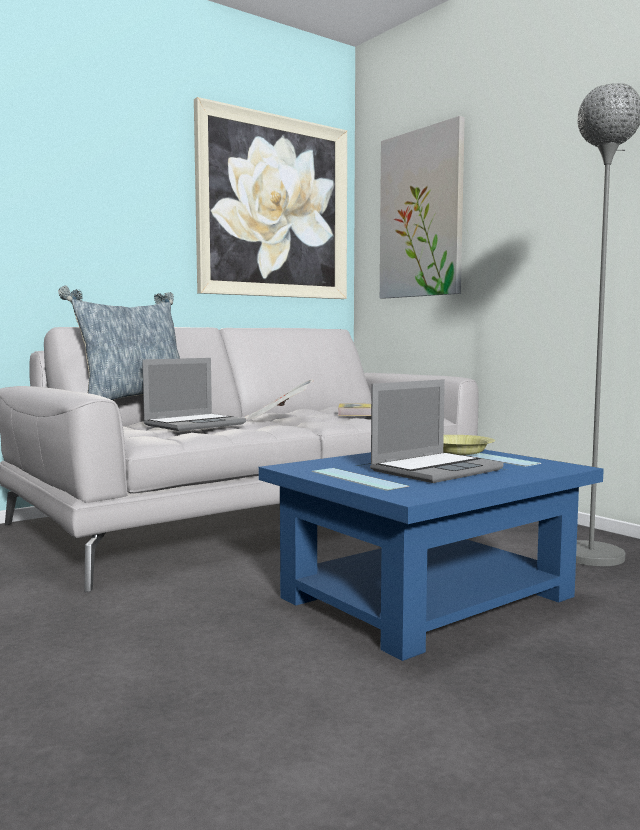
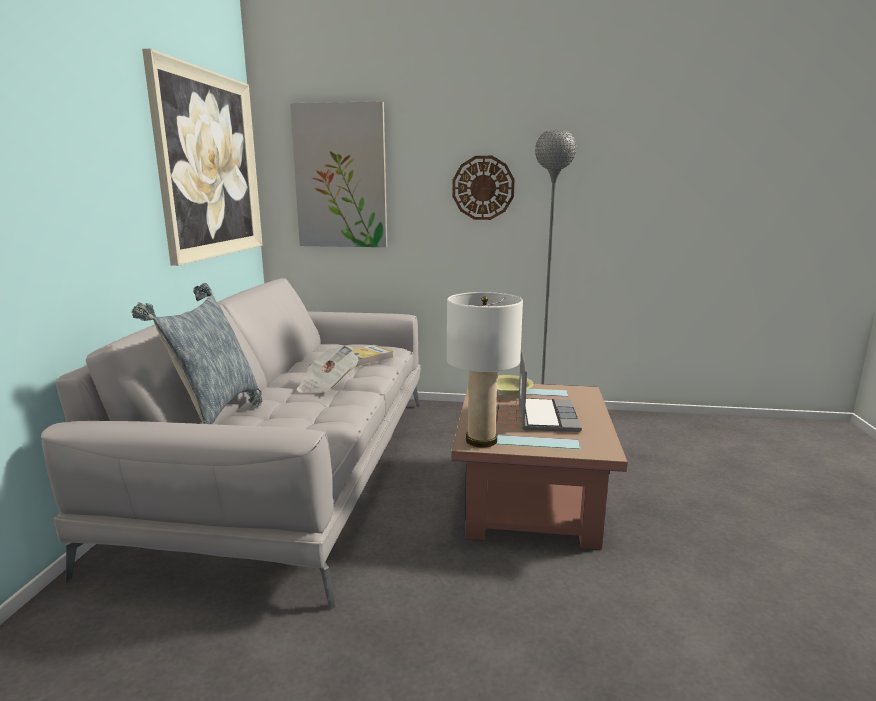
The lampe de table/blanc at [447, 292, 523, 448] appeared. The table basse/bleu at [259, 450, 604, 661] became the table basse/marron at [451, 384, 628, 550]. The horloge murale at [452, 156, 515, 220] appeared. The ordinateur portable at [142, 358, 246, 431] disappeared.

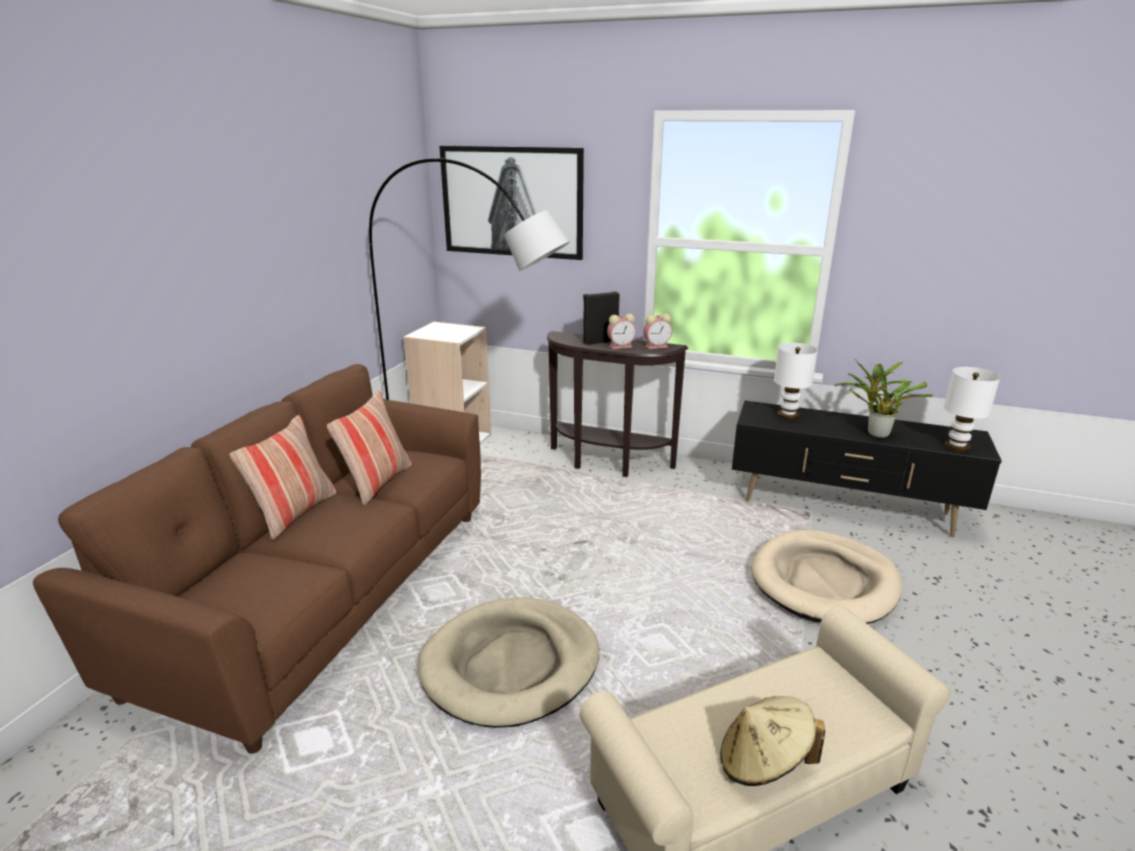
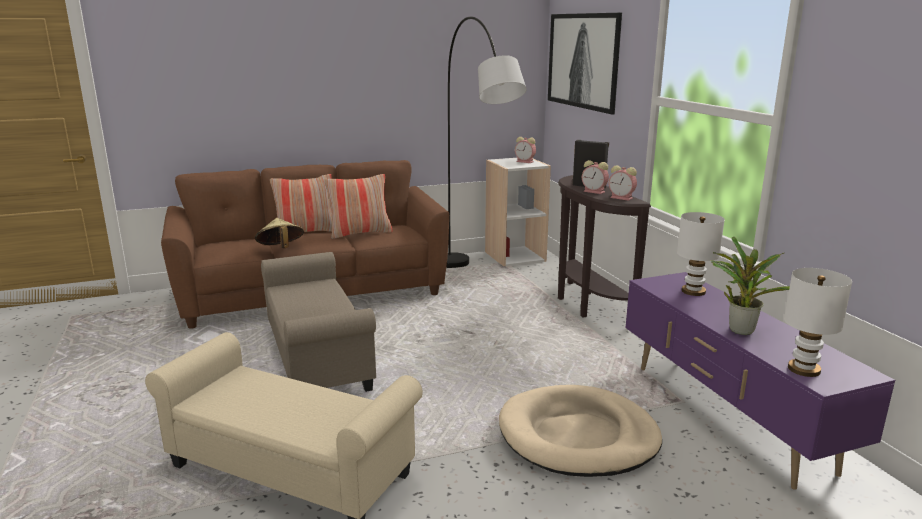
The chapeau/beige moved from [720, 696, 825, 786] to [255, 218, 304, 248]. The panier pour chien/beige at [418, 598, 600, 728] was replaced by the pouf/beige at [261, 252, 376, 392]. The réveil at [515, 137, 536, 163] appeared. The meuble télé/noir at [732, 401, 1002, 537] became the meuble télé/violet at [626, 272, 895, 490].

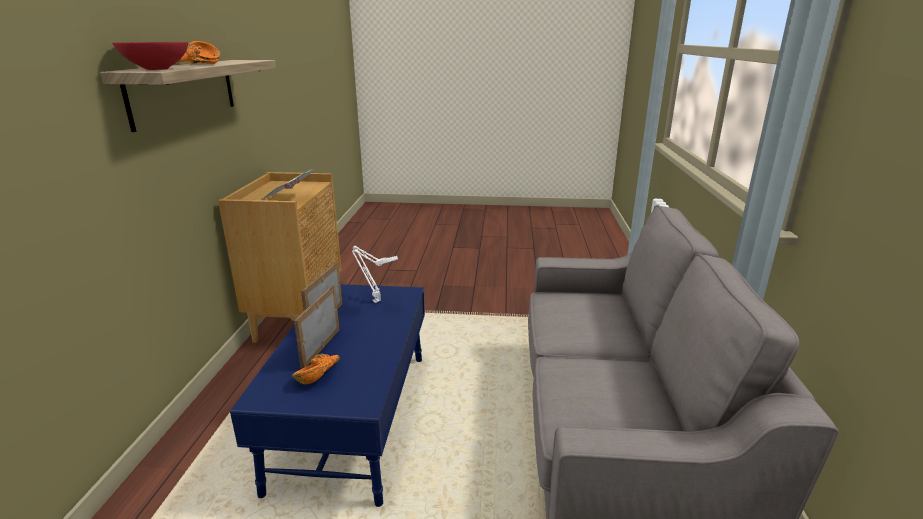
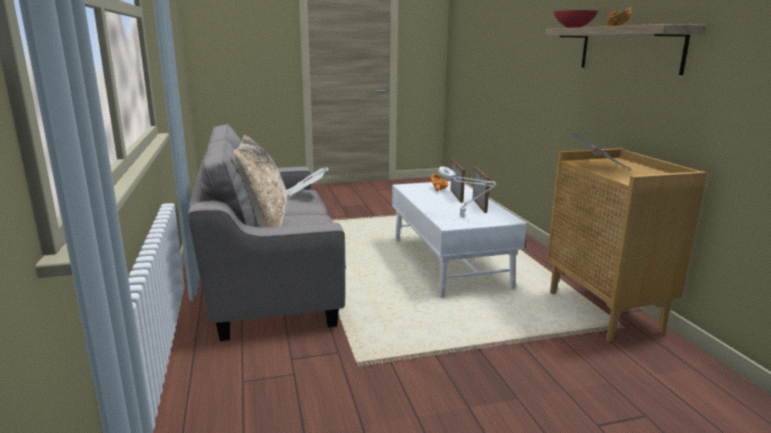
The coussin/beige at [233, 135, 287, 227] appeared. The journal at [286, 167, 329, 196] appeared. The table basse/bleu at [230, 284, 425, 507] became the table basse/blanc at [392, 181, 527, 298].

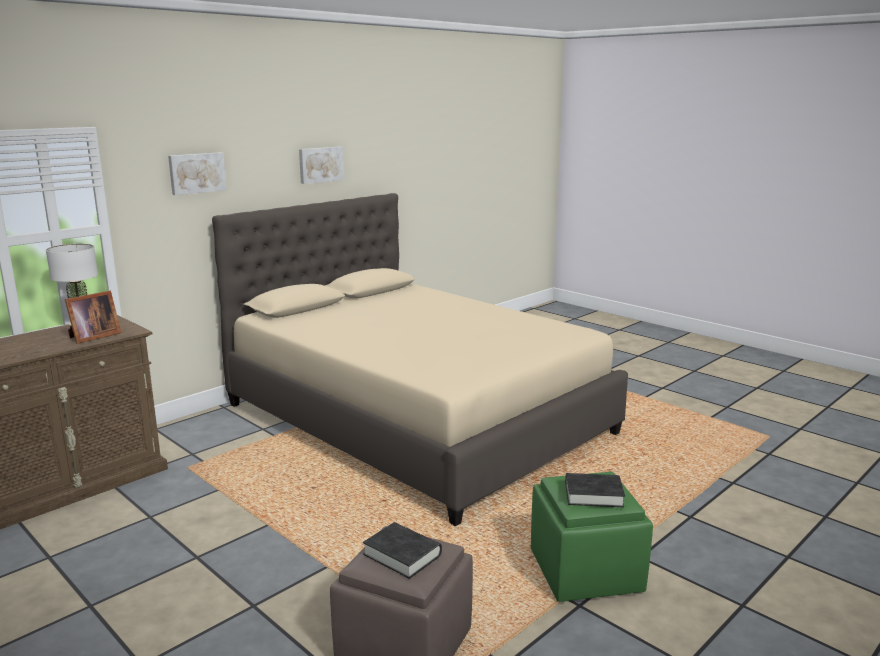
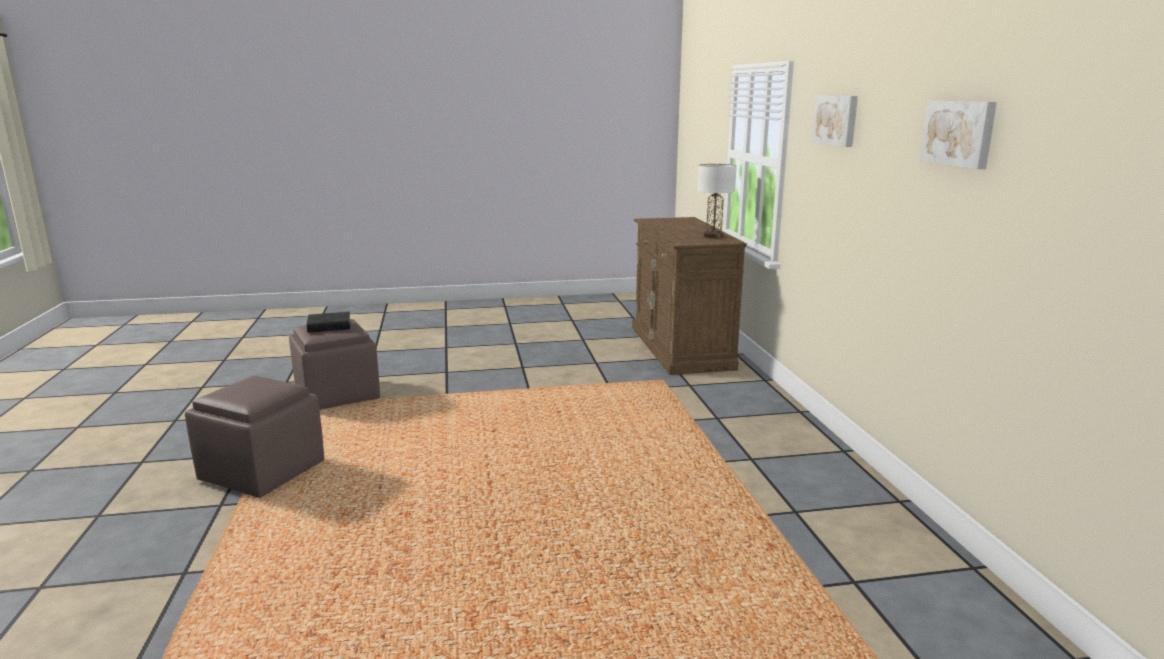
The pouf/vert at [531, 472, 653, 602] became the pouf/marron at [185, 376, 324, 498]. The cadre photo at [65, 290, 121, 344] disappeared. The lit/beige at [212, 193, 628, 526] disappeared. The livre/noir at [565, 473, 625, 507] disappeared.

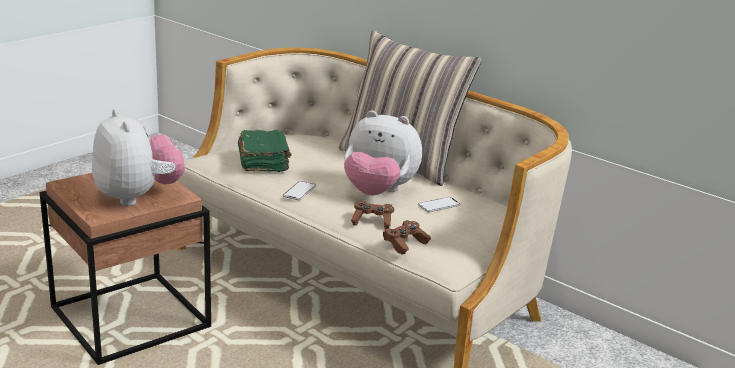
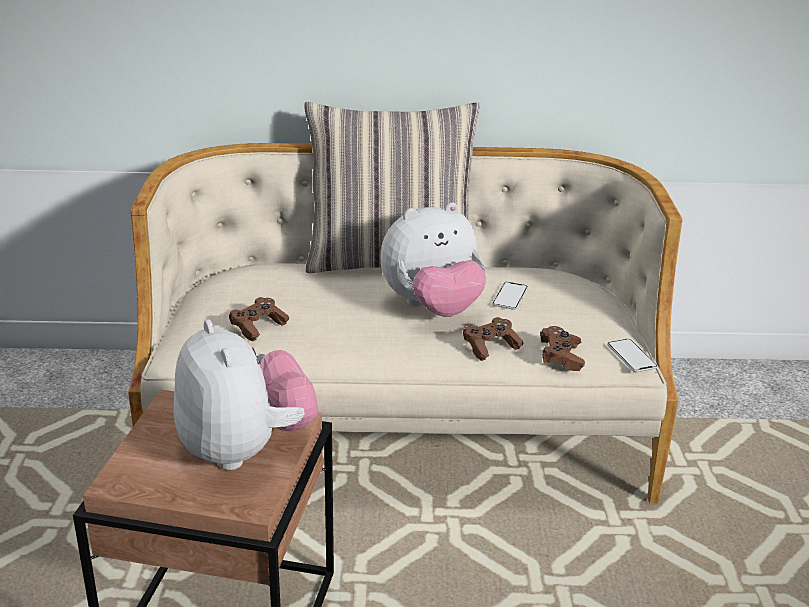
The peluche at [92, 109, 185, 206] turned 45 degrees clockwise. The livre/vert at [238, 130, 291, 172] was replaced by the manette/marron at [229, 297, 289, 341]. The téléphone moved from [283, 181, 316, 200] to [607, 339, 658, 372].

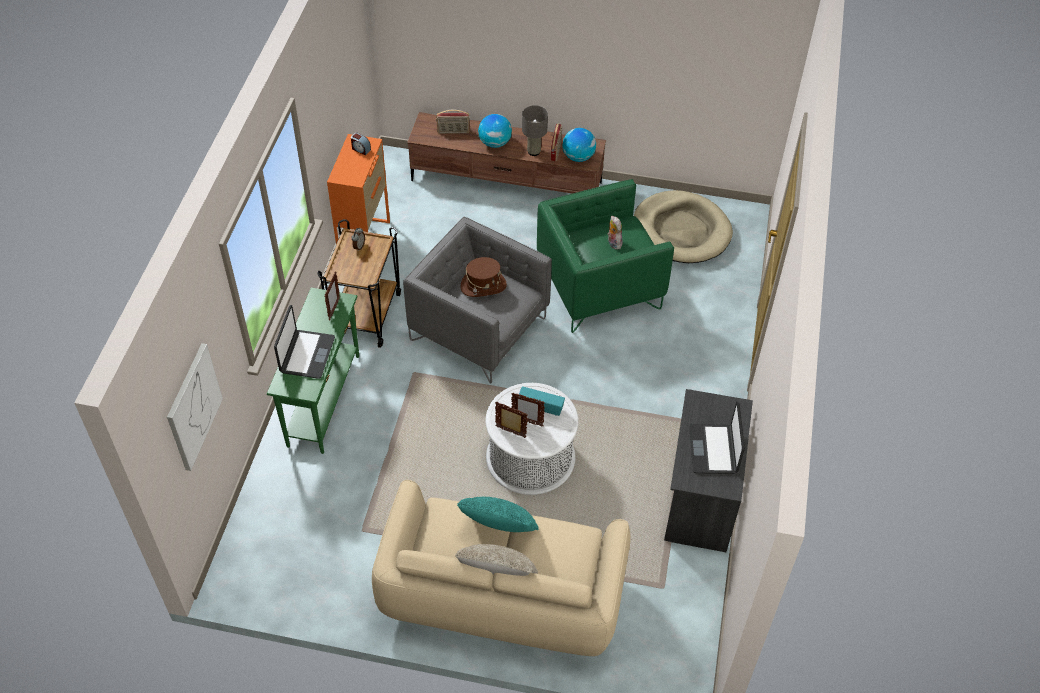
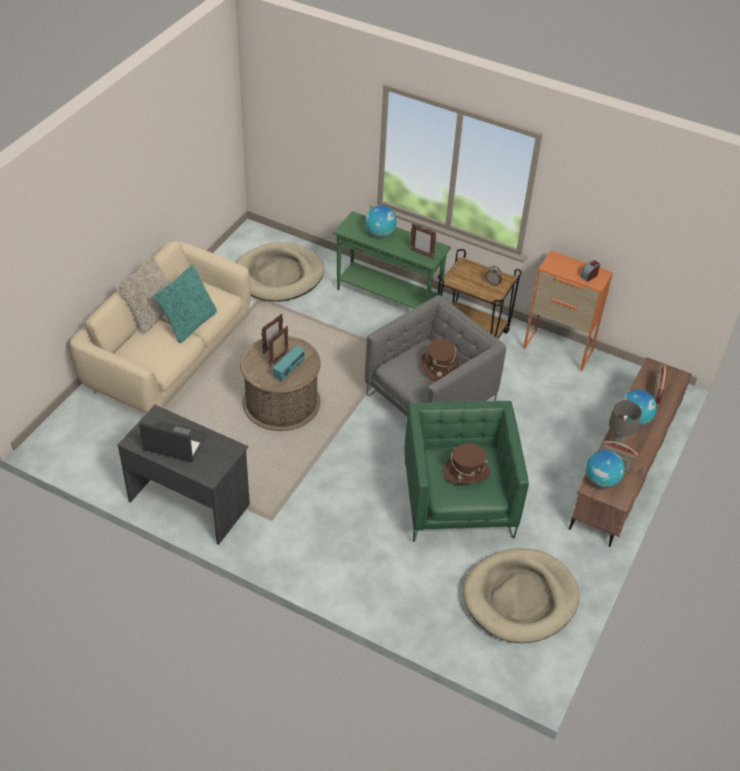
The panier pour chien/beige at [236, 242, 324, 302] appeared. The table basse/blanc at [485, 383, 579, 495] became the table basse/marron at [240, 336, 321, 431]. The ordinateur portable at [274, 305, 335, 379] was replaced by the globe at [365, 205, 397, 237]. The peluche at [607, 216, 623, 249] was replaced by the chapeau/marron at [443, 444, 490, 484]. The tableau at [167, 343, 223, 471] disappeared.

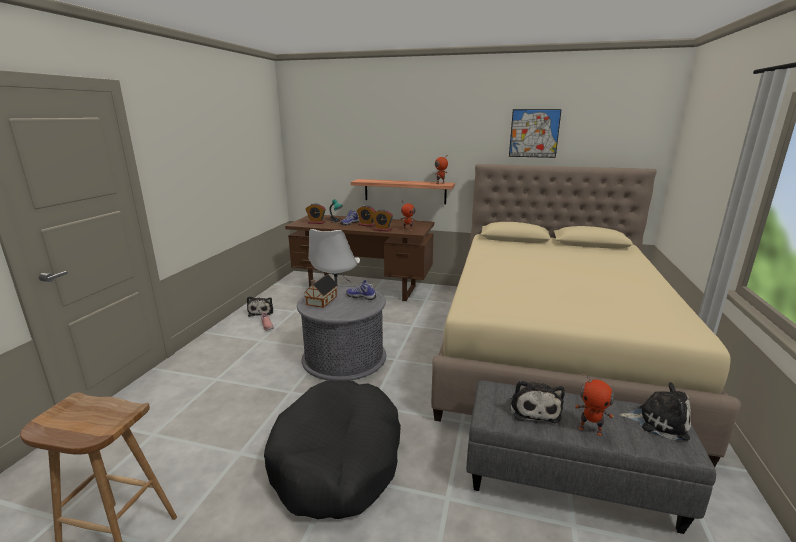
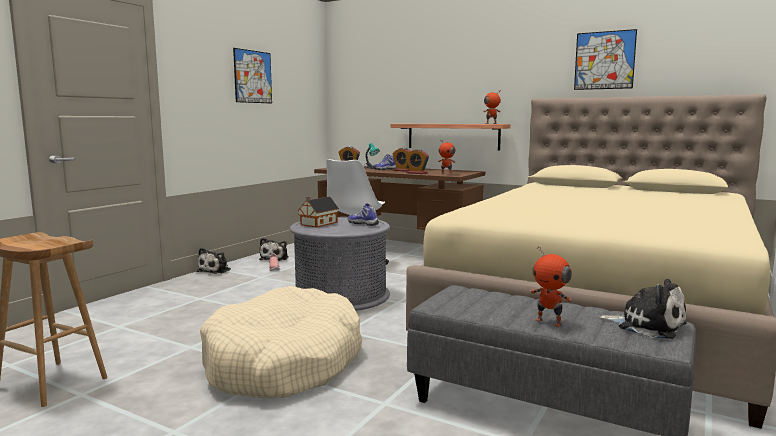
The peluche moved from [511, 380, 565, 424] to [197, 248, 231, 274]. The panier pour chien/noir at [264, 381, 401, 519] became the panier pour chien/beige at [200, 286, 362, 398]. The tableau at [233, 48, 272, 103] appeared.

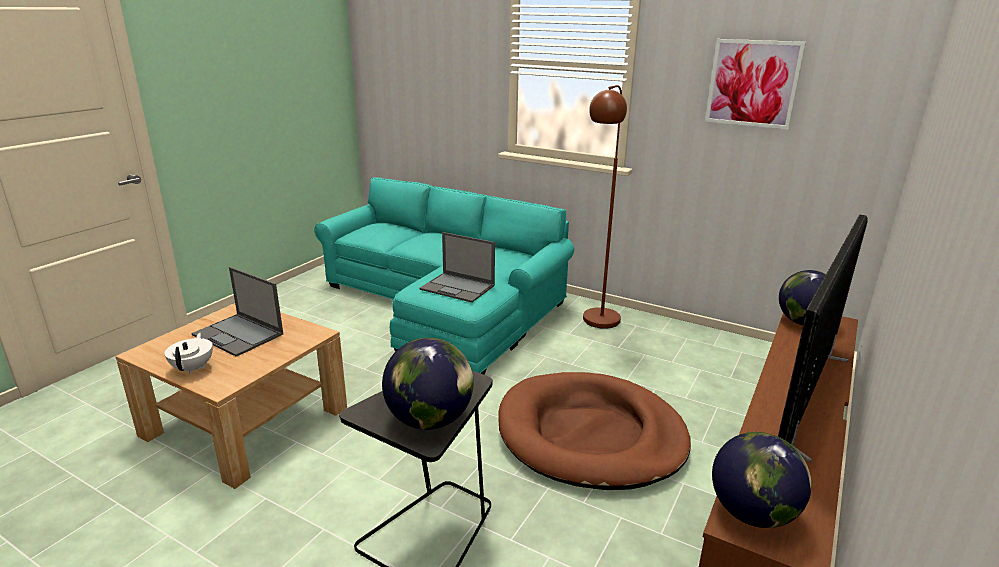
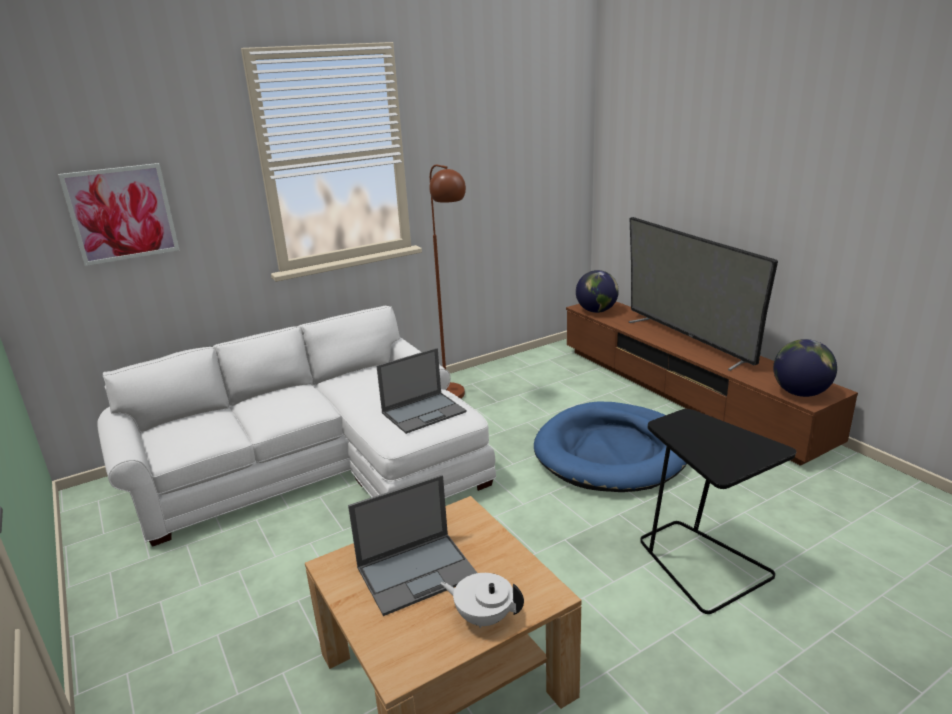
The tableau moved from [705, 39, 806, 129] to [58, 163, 179, 266]. The canapé/turquoise at [314, 177, 574, 375] became the canapé/blanc at [97, 306, 496, 547]. The panier pour chien/marron at [498, 372, 691, 490] became the panier pour chien/bleu at [534, 401, 687, 492]. The globe at [382, 338, 474, 430] disappeared.

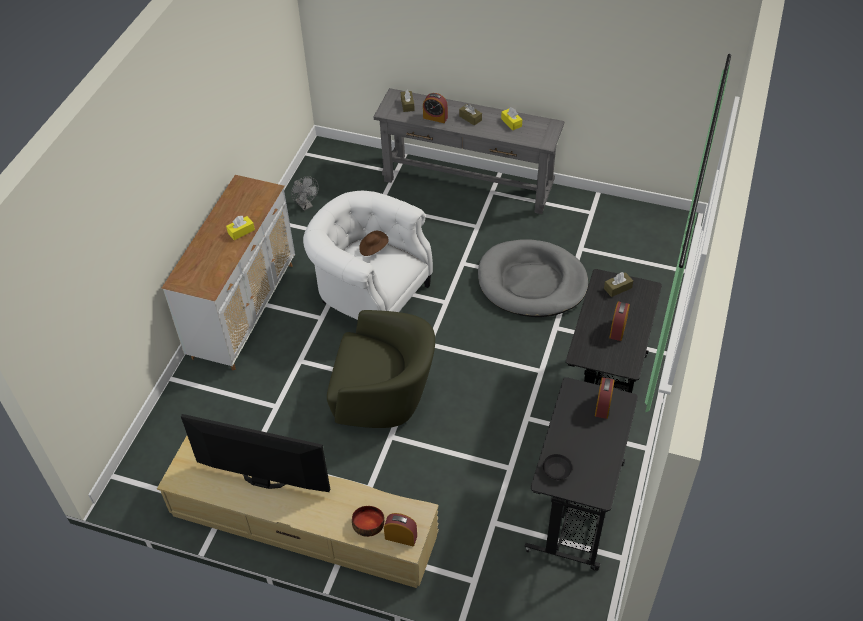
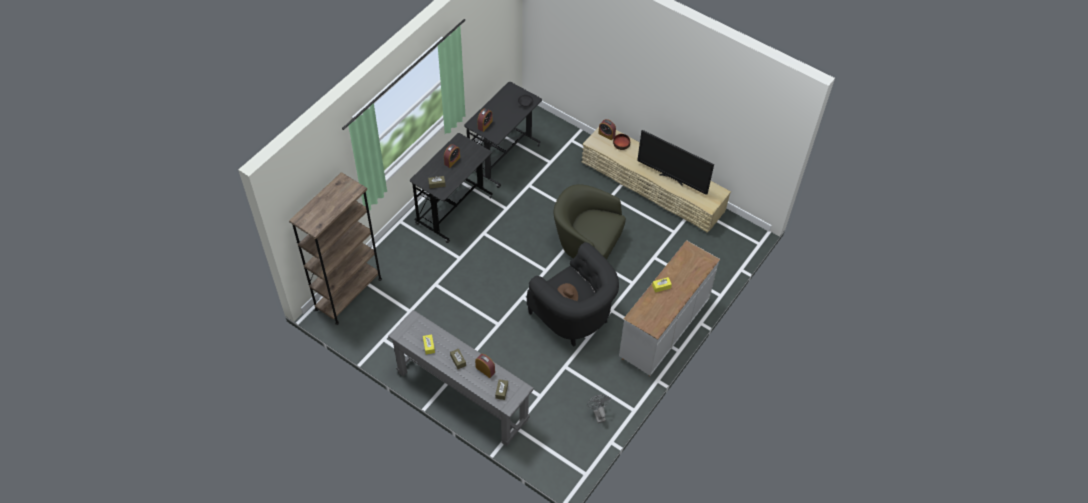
The bibliothèque/marron at [289, 172, 382, 325] appeared. The fauteuil/blanc at [303, 191, 433, 320] became the fauteuil/noir at [527, 242, 619, 347]. The panier pour chien/gris at [478, 239, 588, 317] disappeared.

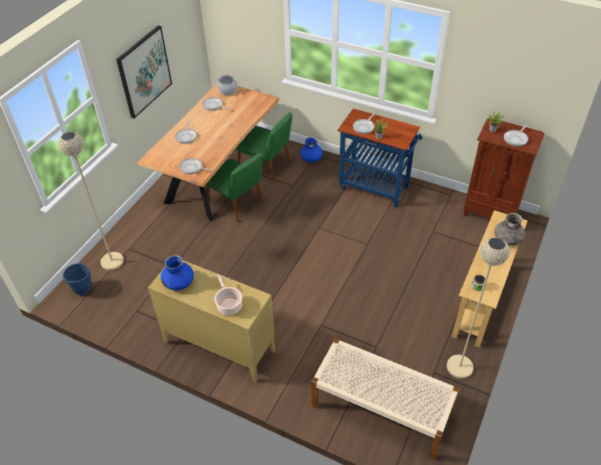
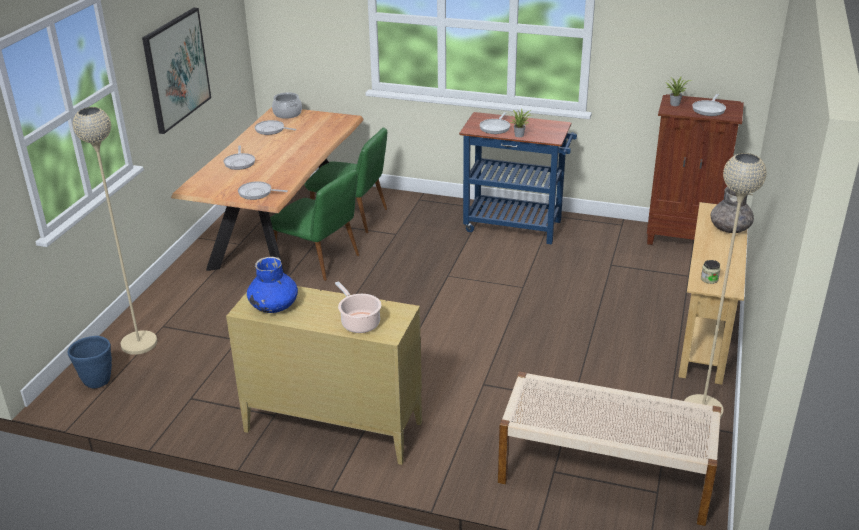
The vase/bleu at [300, 137, 323, 163] disappeared.

